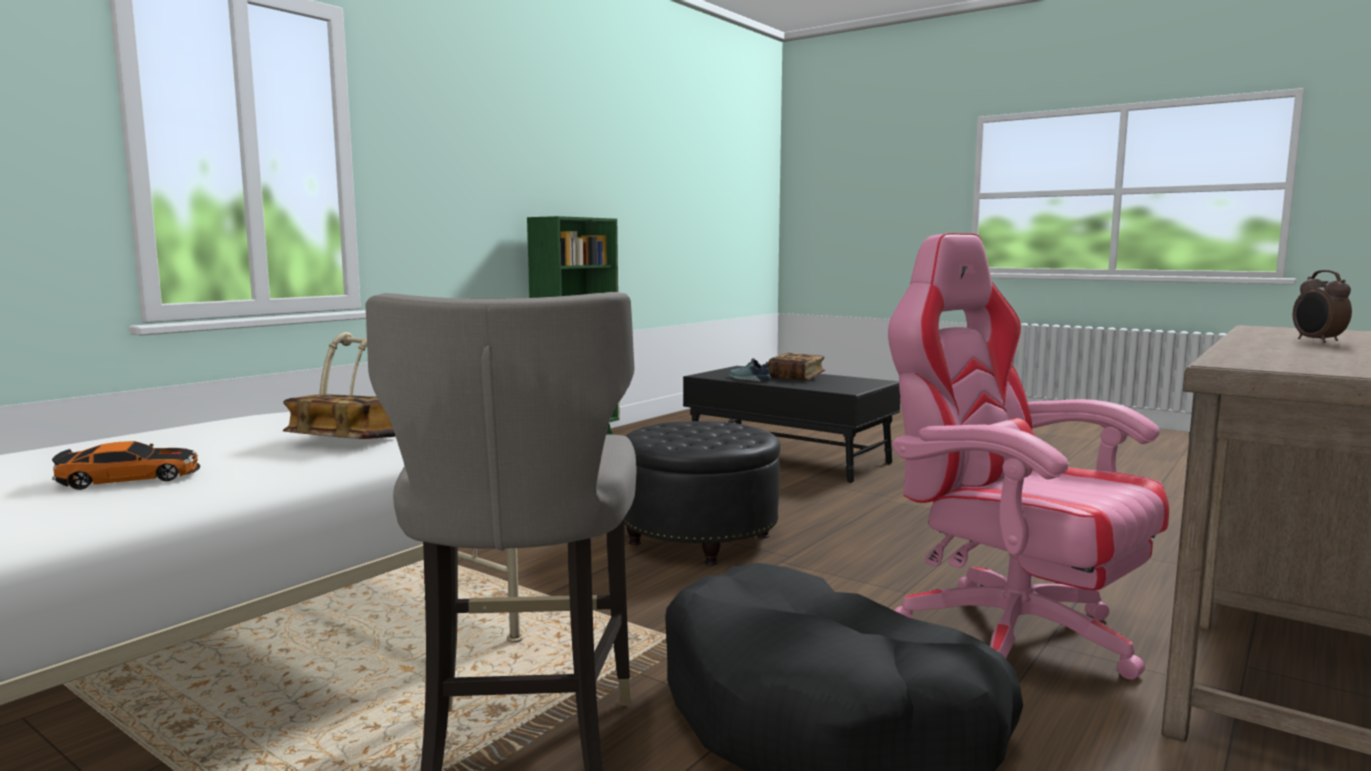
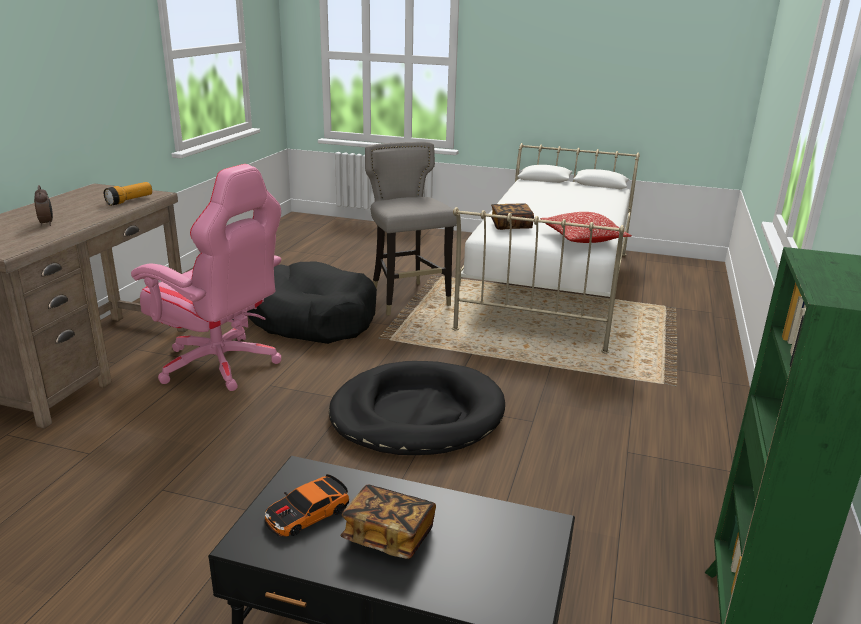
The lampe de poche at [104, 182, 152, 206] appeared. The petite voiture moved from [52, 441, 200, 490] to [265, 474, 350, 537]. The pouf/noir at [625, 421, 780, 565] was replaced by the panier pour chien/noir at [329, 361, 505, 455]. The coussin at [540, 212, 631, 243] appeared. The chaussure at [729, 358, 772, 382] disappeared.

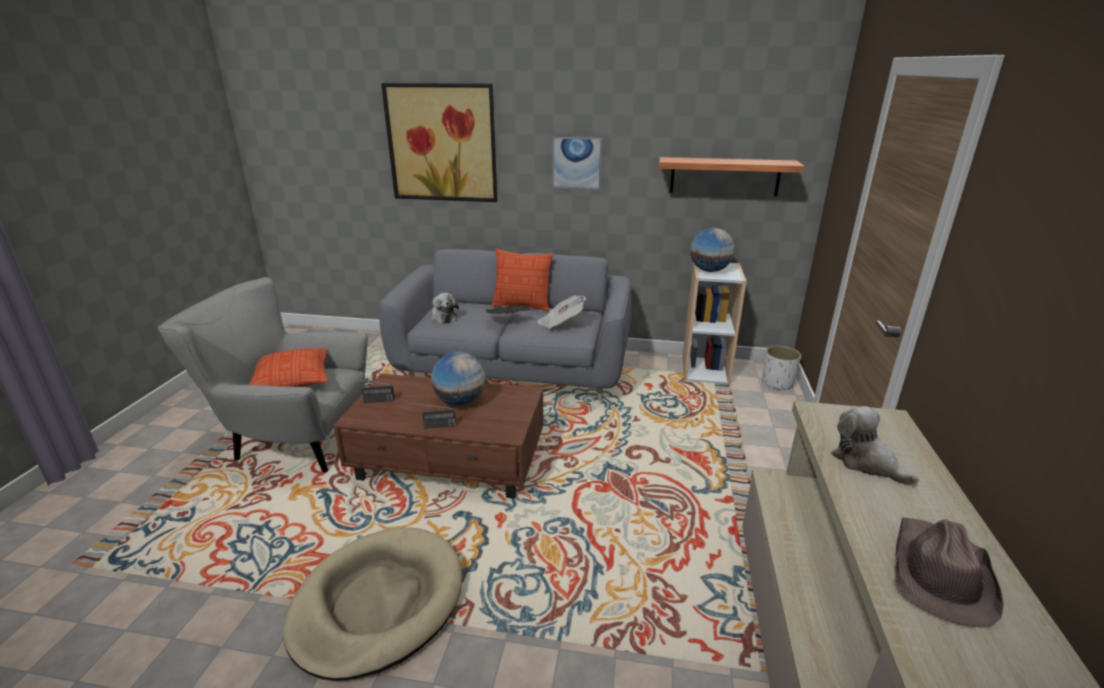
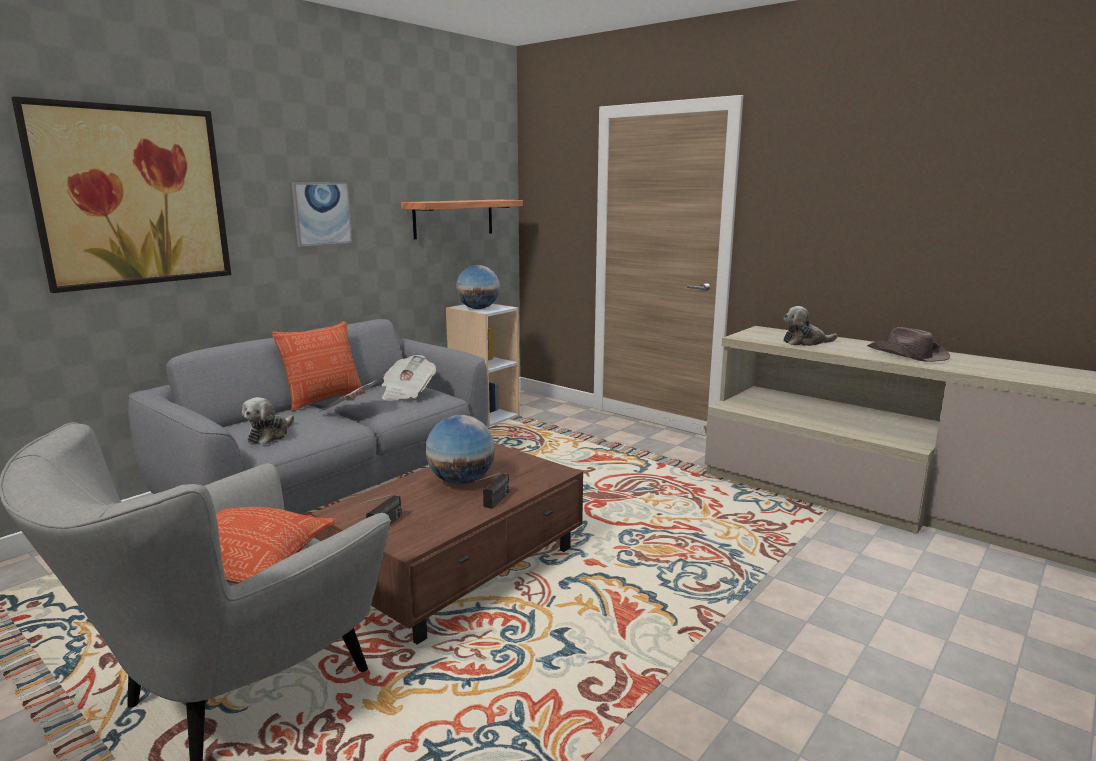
The peluche at [431, 293, 459, 324] turned 105 degrees clockwise. The panier pour chien/beige at [283, 527, 463, 681] disappeared. The cache-pot/blanc at [762, 346, 801, 390] disappeared.

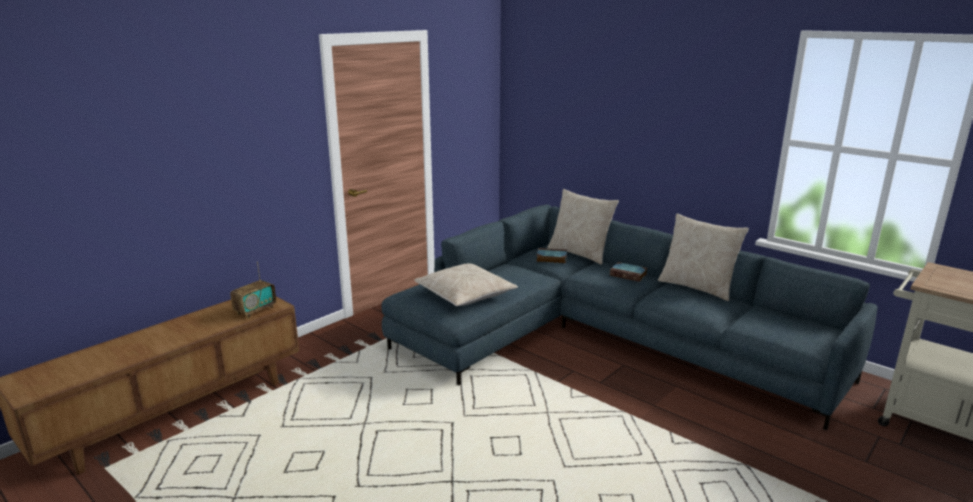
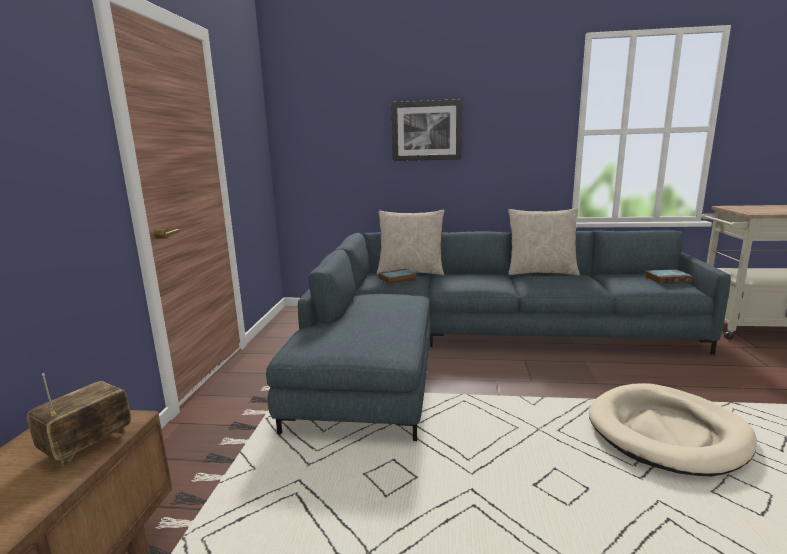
The radio at [230, 262, 276, 319] turned 150 degrees counterclockwise. The tableau at [391, 99, 462, 161] appeared. The panier pour chien/beige at [589, 383, 757, 477] appeared. The livre moved from [609, 262, 647, 282] to [645, 269, 693, 284]. The coussin/beige at [414, 263, 518, 306] disappeared.

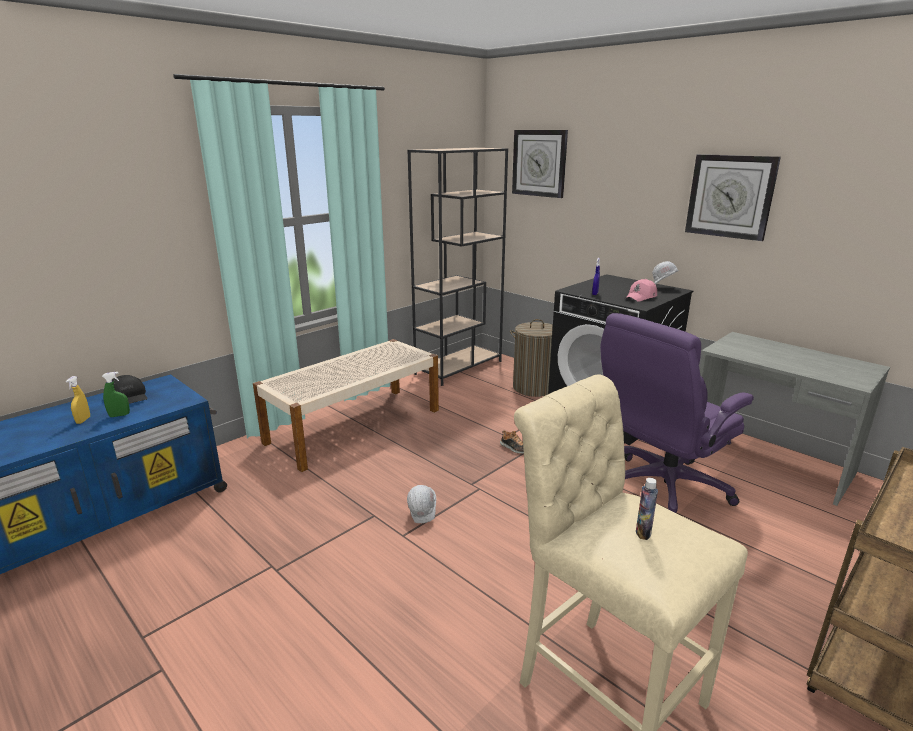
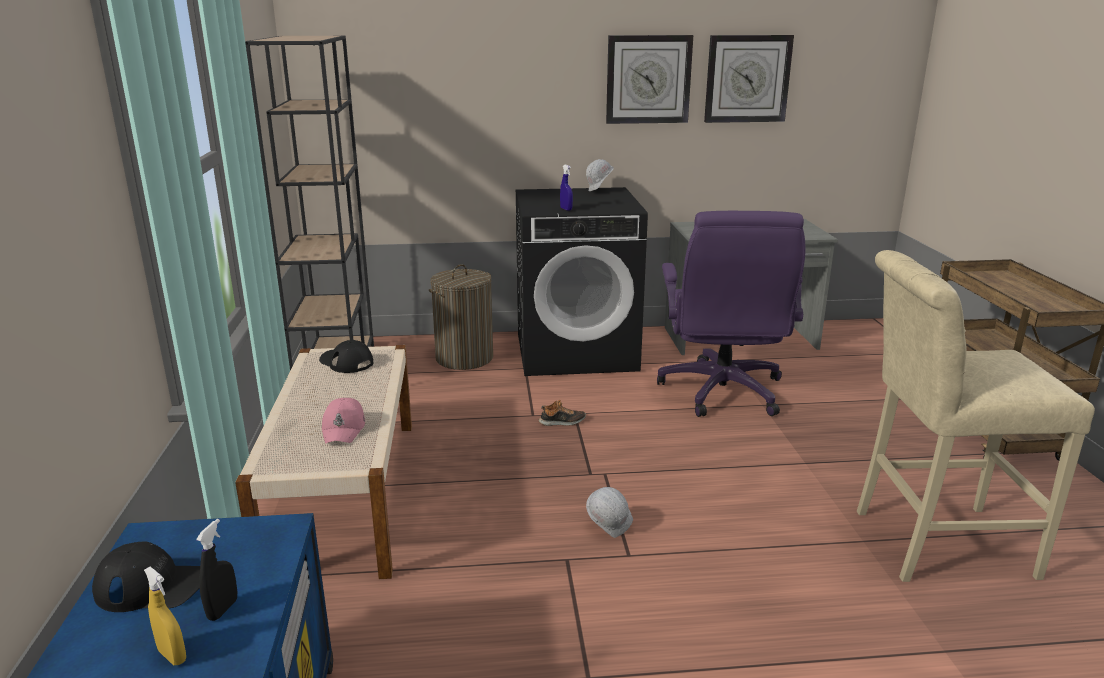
The vaporisateur/vert at [102, 372, 130, 417] became the vaporisateur/noir at [196, 519, 237, 621]. The casquette/noir at [319, 340, 373, 373] appeared. The casquette/rose moved from [626, 279, 657, 302] to [322, 398, 365, 443]. The horloge murale moved from [512, 130, 568, 198] to [704, 35, 794, 123]. The bouteille at [636, 478, 658, 540] disappeared.

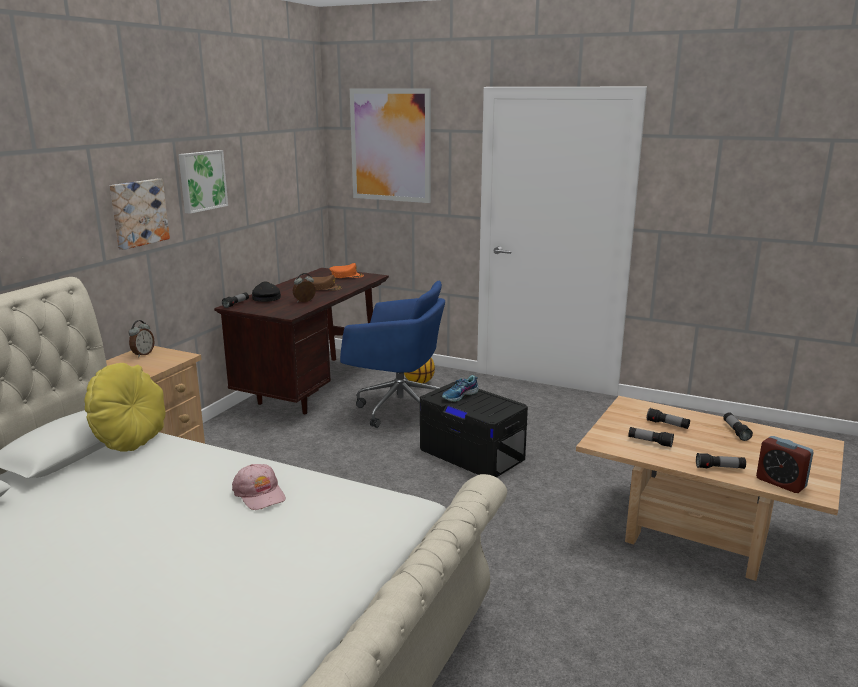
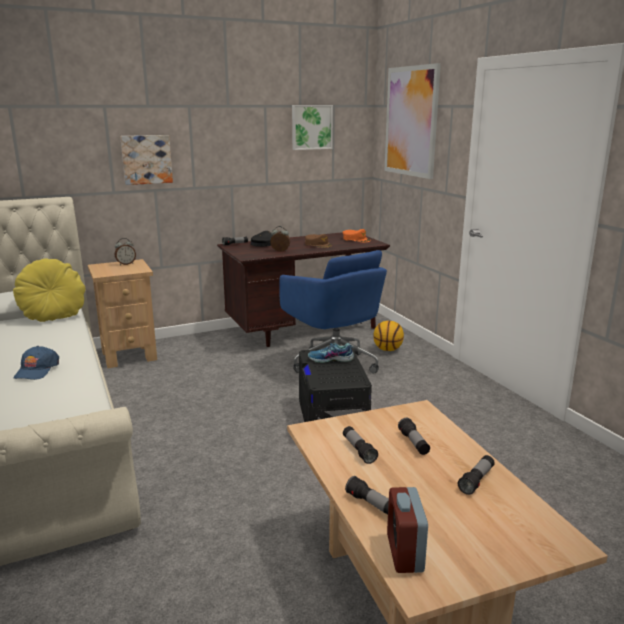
The casquette/rose at [232, 464, 286, 510] became the casquette/bleu at [14, 346, 59, 380]. The tableau moved from [178, 150, 228, 214] to [292, 105, 333, 150].

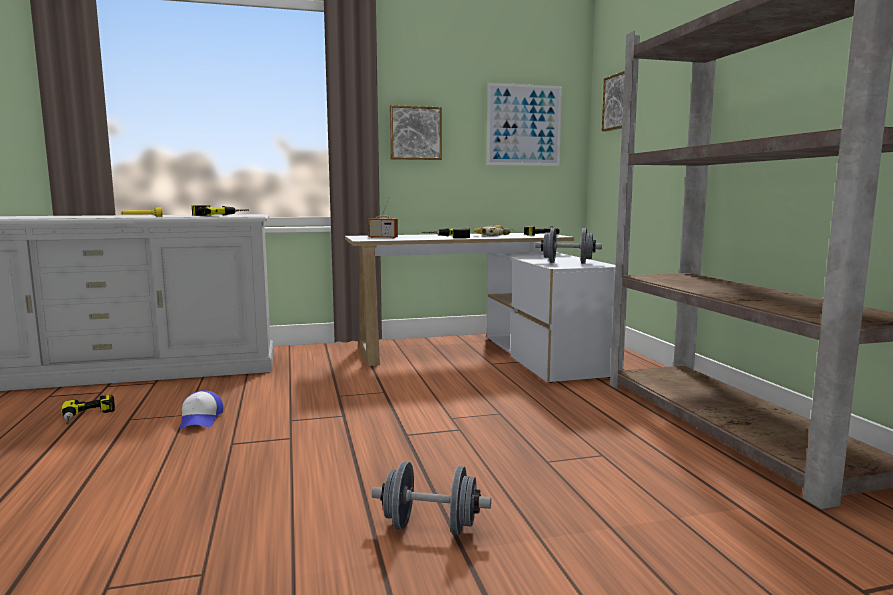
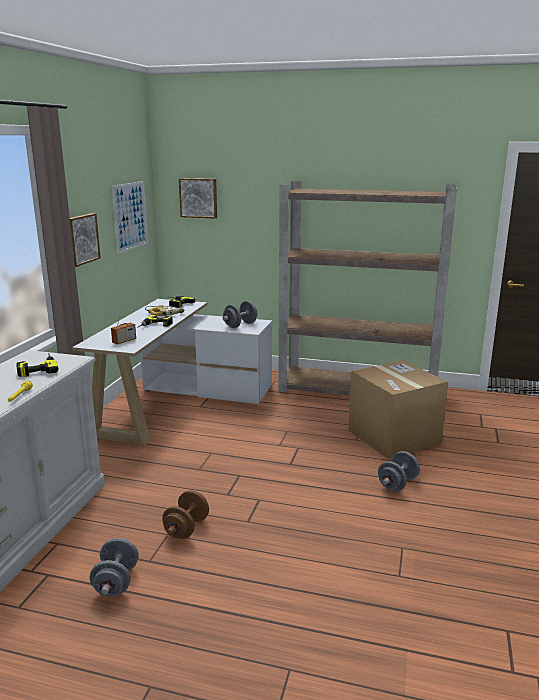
The perceuse at [61, 395, 115, 424] was replaced by the haltère/gris at [89, 538, 139, 596]. The casquette at [180, 391, 223, 429] was replaced by the haltère/marron at [162, 490, 209, 539]. The carton at [348, 360, 448, 459] appeared.

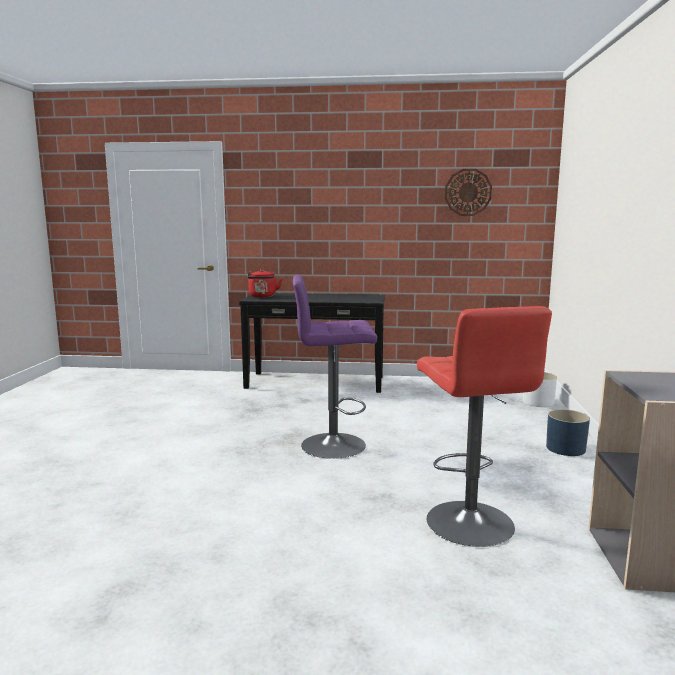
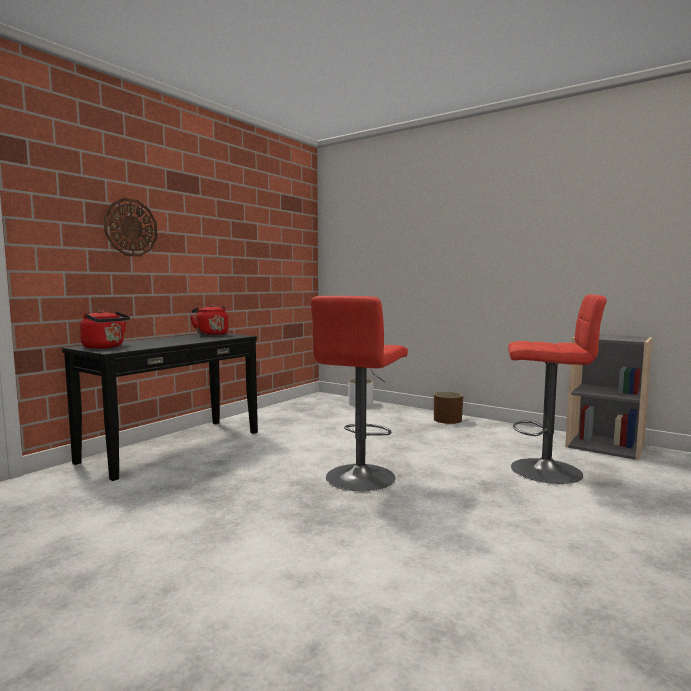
The horloge murale moved from [445, 169, 492, 216] to [104, 198, 157, 257]. The bouilloire/rouge at [190, 305, 229, 336] appeared. The tabouret/violet at [293, 275, 377, 459] became the tabouret/rouge at [311, 296, 408, 491]. The cache-pot/bleu at [546, 409, 590, 456] became the cache-pot/marron at [434, 391, 463, 424].

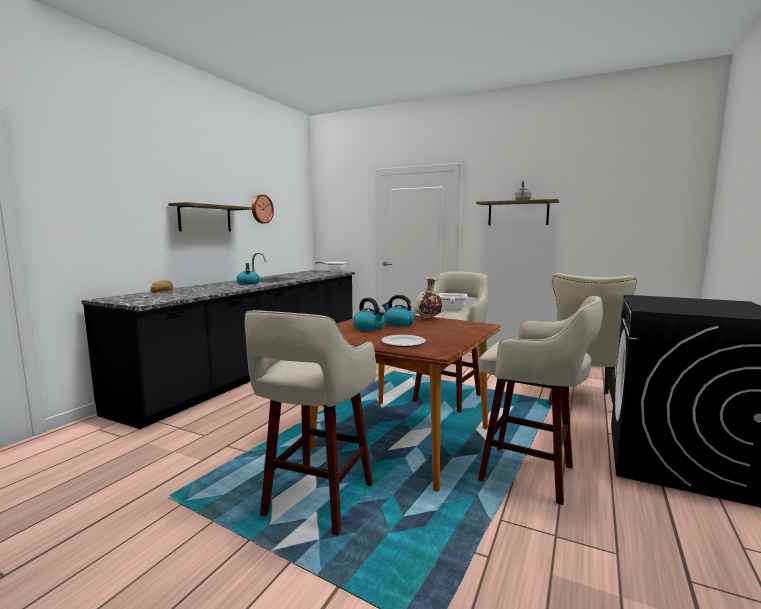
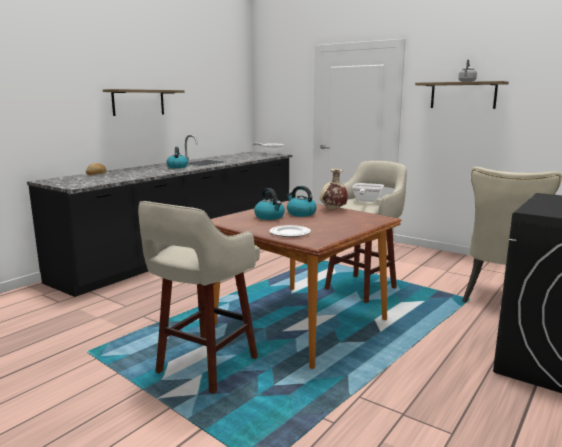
The horloge murale at [252, 195, 274, 224] disappeared. The tabouret/beige at [478, 296, 603, 505] disappeared.

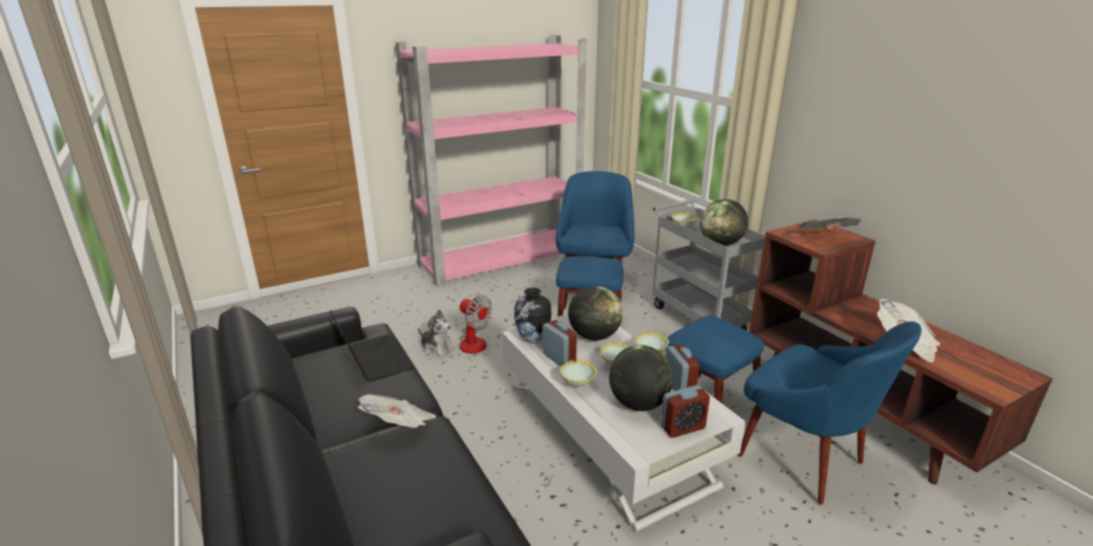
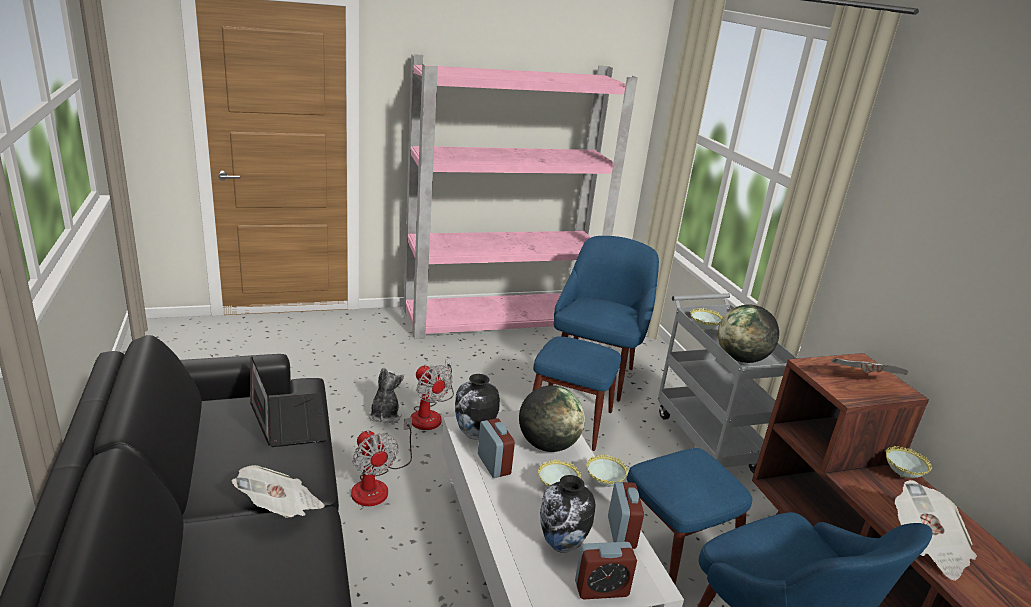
The ventilateur at [351, 417, 412, 506] appeared. The peluche at [418, 310, 456, 358] turned 135 degrees counterclockwise. The globe at [609, 345, 673, 411] was replaced by the vase at [540, 475, 596, 553]. The bol moved from [560, 360, 597, 387] to [886, 446, 932, 478].

